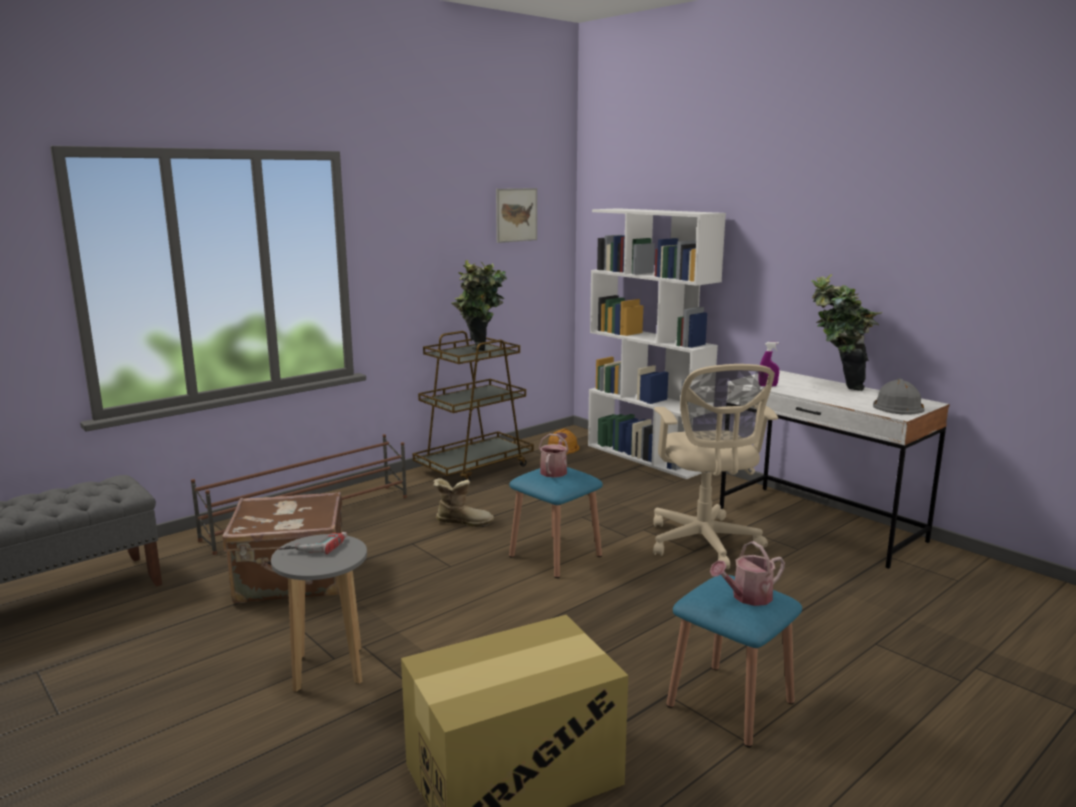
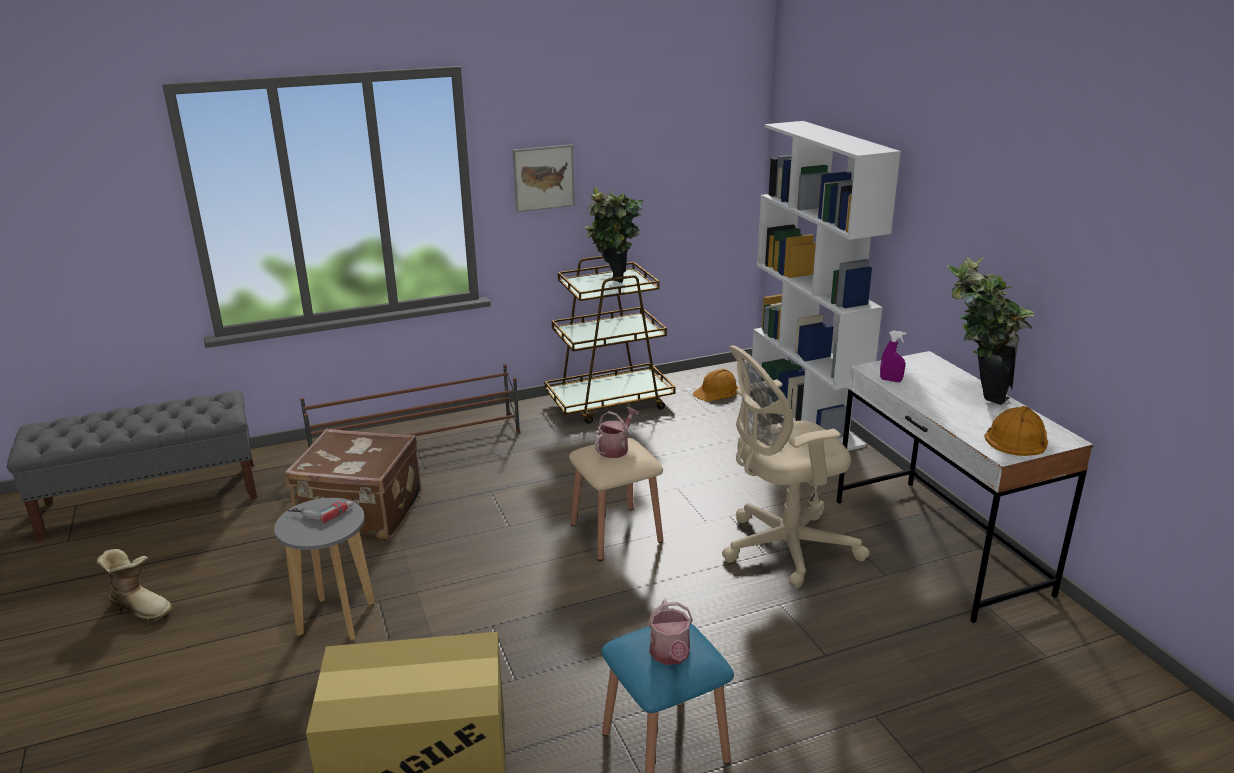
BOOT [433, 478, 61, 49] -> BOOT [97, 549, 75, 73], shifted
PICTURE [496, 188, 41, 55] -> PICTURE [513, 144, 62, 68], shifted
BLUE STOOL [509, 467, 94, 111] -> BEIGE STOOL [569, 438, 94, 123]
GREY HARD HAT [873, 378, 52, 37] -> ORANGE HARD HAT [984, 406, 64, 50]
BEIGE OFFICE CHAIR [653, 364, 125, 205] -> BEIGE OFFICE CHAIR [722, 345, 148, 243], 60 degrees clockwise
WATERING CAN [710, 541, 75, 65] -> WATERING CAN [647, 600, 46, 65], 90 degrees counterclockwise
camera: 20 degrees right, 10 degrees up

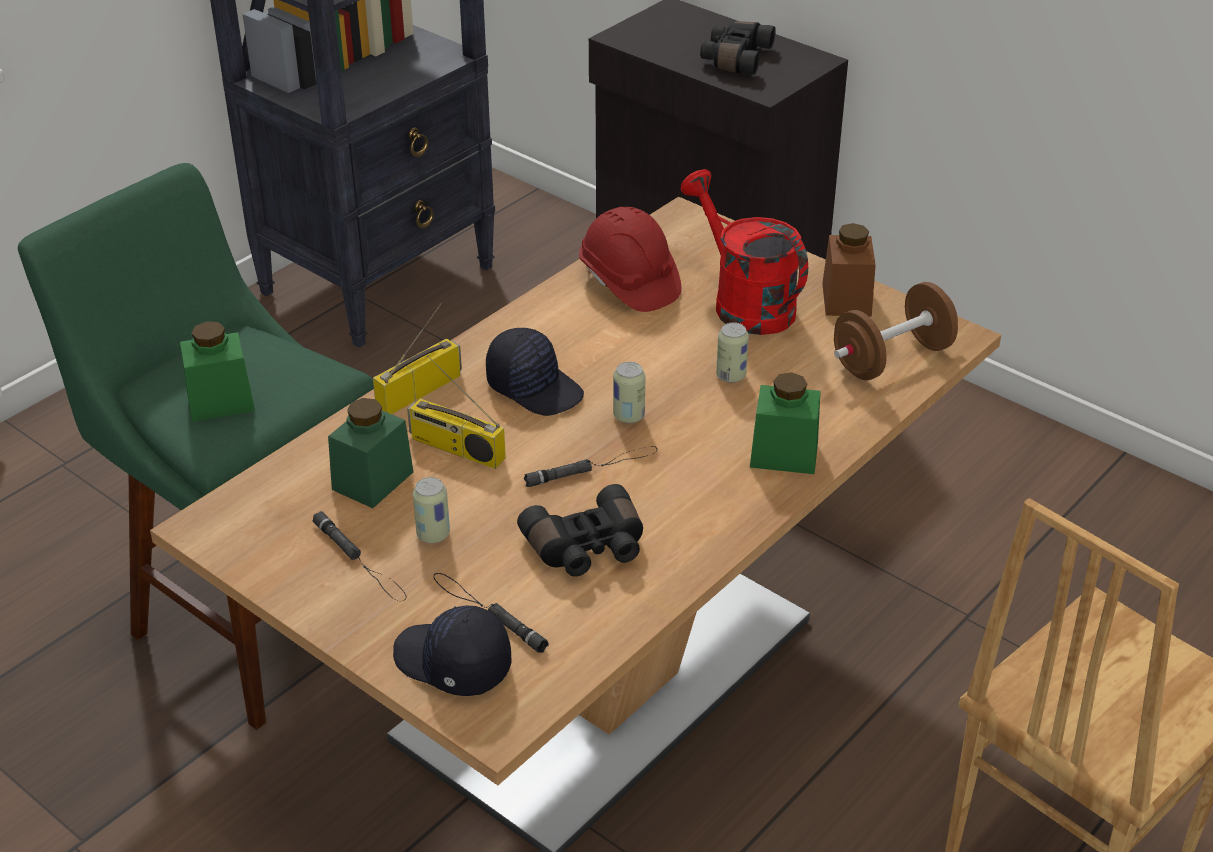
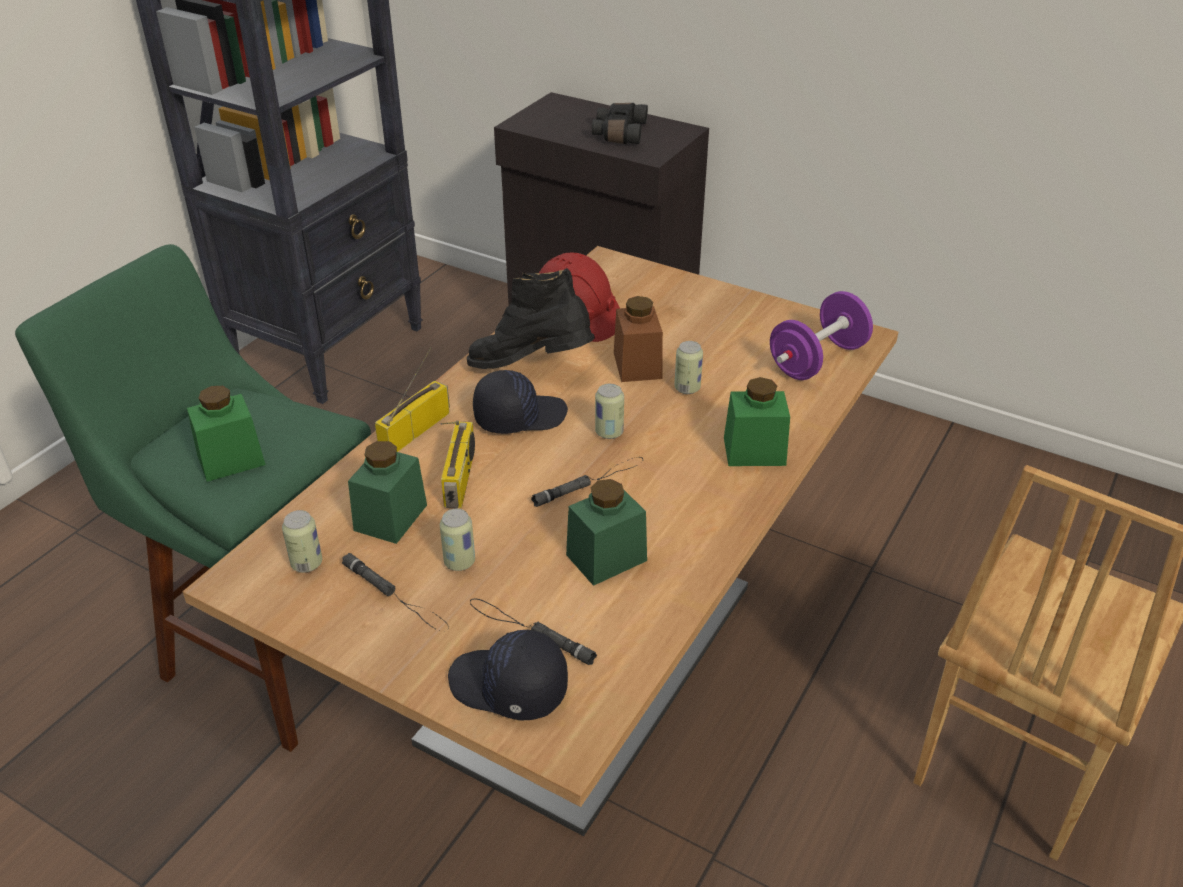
RED WATERING CAN [680, 169, 128, 166] -> none
none -> CAN [282, 510, 40, 63]
none -> BLACK BOOT [467, 268, 128, 101]
BROWN JAR [822, 223, 54, 94] -> BROWN JAR [614, 296, 49, 86], shifted
BLACK BINOCULARS [517, 484, 126, 93] -> GREEN JAR [566, 479, 81, 107]
BROWN DUMBBELL [834, 282, 124, 98] -> PURPLE DUMBBELL [770, 291, 103, 89]
RADIO [407, 356, 99, 113] -> RADIO [441, 421, 34, 87], 105 degrees counterclockwise
BLACK CAP [486, 328, 98, 88] -> BLACK CAP [473, 370, 95, 64], 45 degrees counterclockwise
camera: 10 degrees left, 0 degrees up

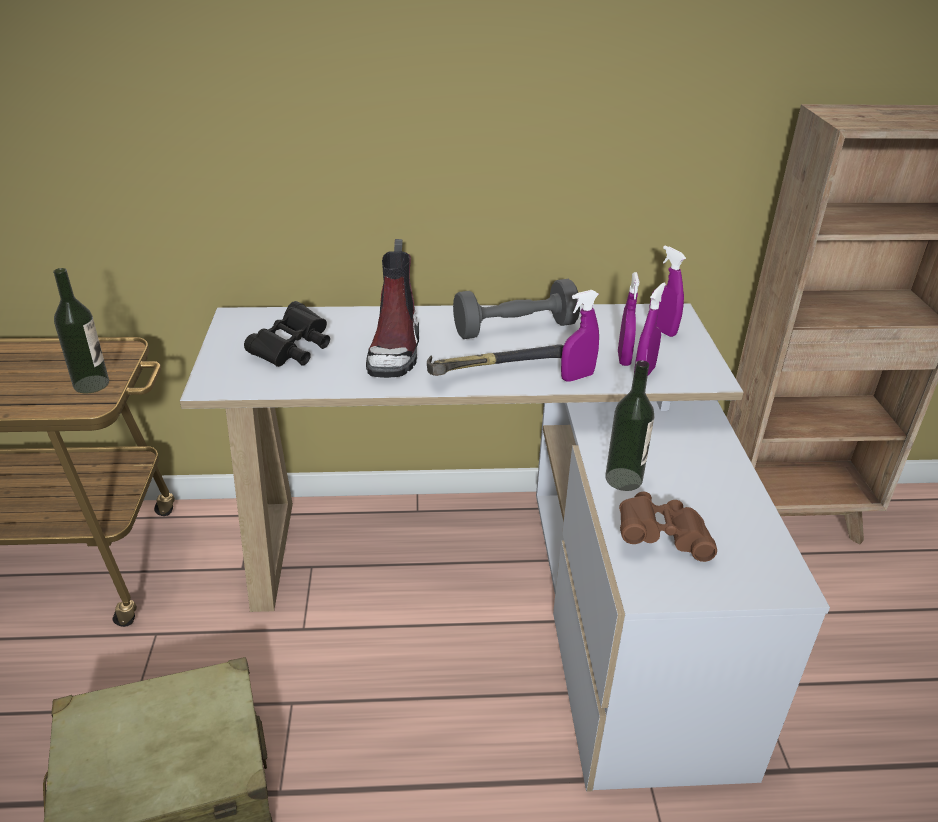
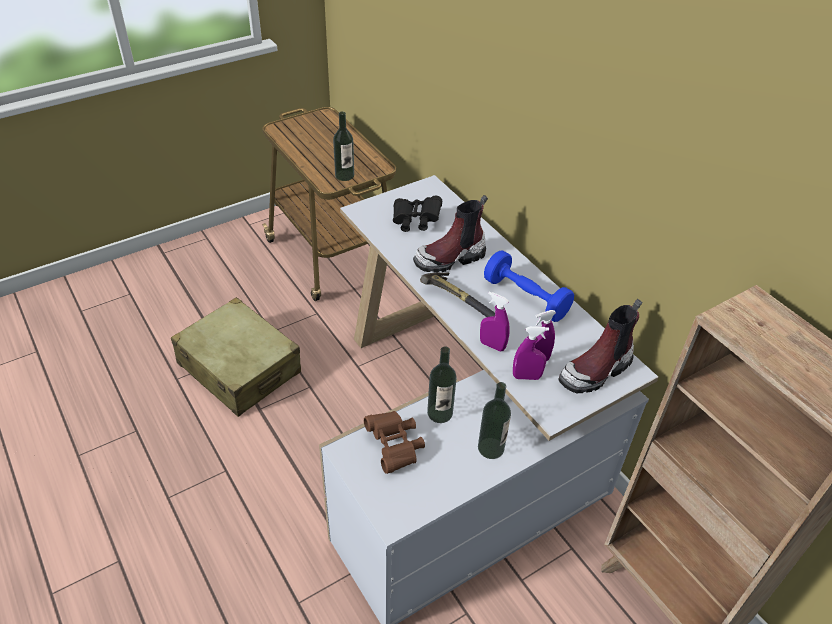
none -> BOTTLE [478, 382, 33, 77]
PURPLE SPRAY BOTTLE [649, 245, 37, 92] -> BOOT [558, 299, 84, 94]
GREY DUMBBELL [453, 279, 127, 60] -> BLUE DUMBBELL [484, 251, 90, 71]
camera: 60 degrees right, 10 degrees up

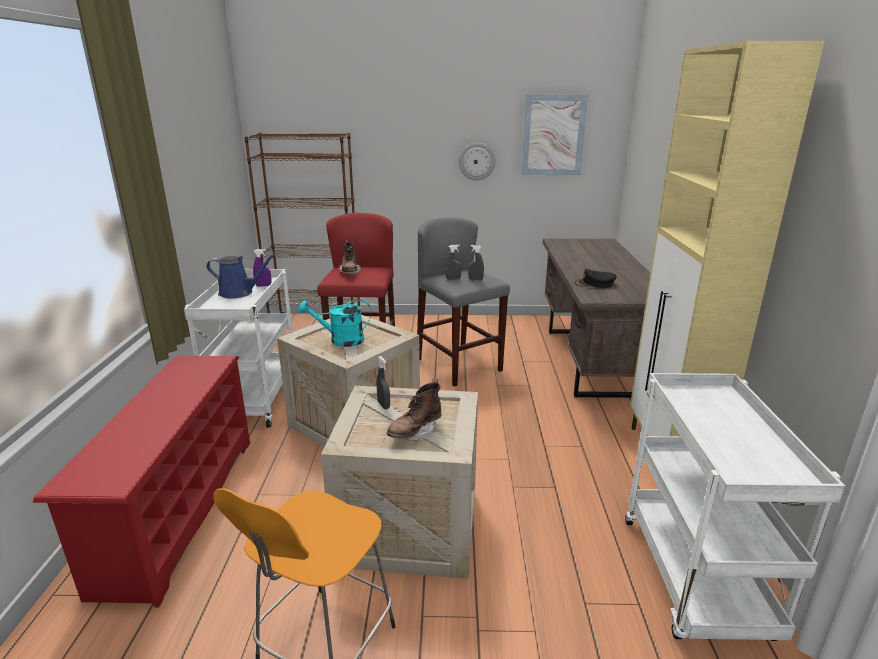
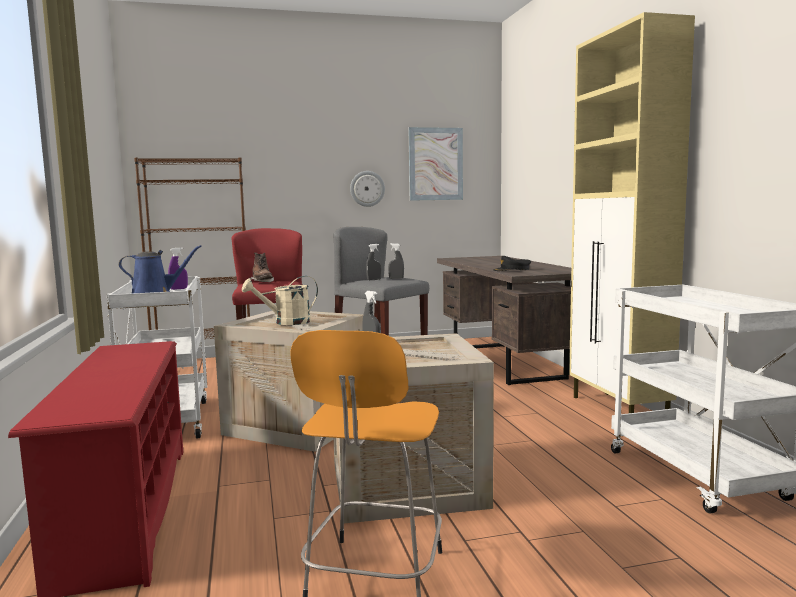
BROWN BOOT [387, 379, 55, 62] -> none
TURQUOISE WATERING CAN [298, 299, 73, 48] -> BEIGE WATERING CAN [242, 276, 76, 49]
camera: 15 degrees left, 15 degrees down

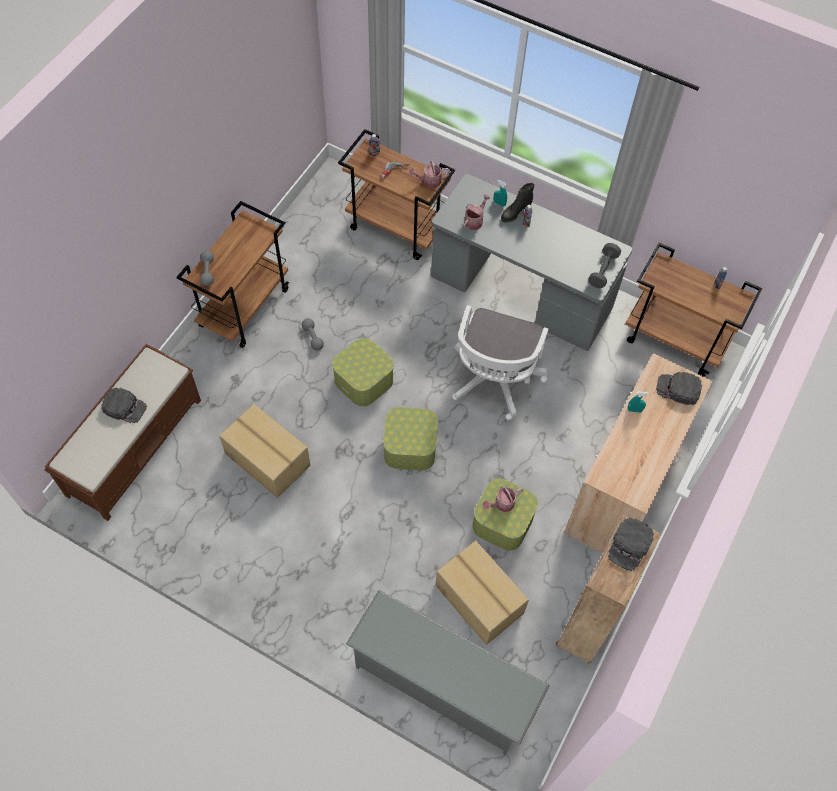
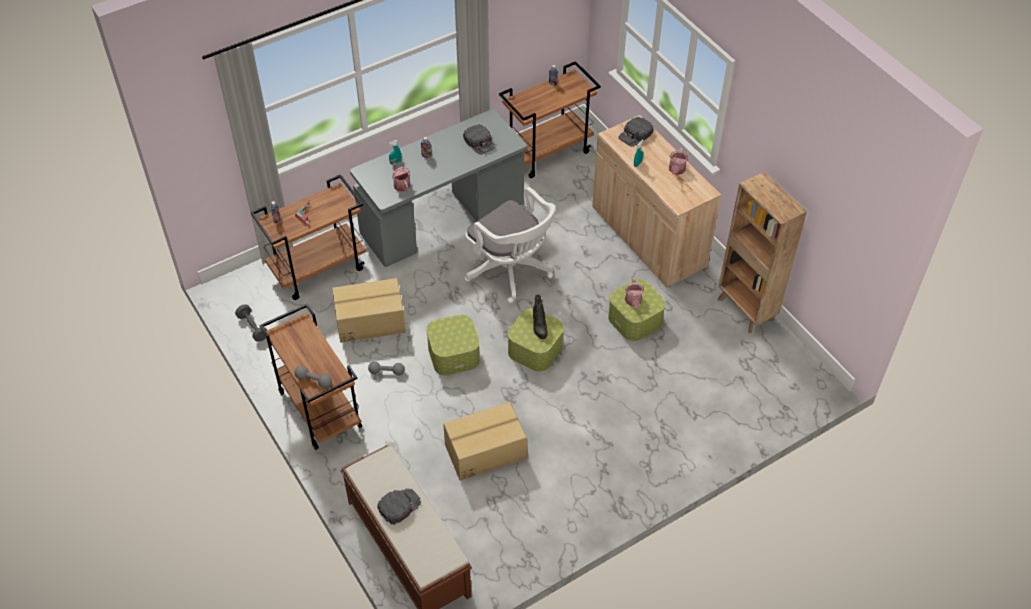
GREY SHOE RACK [346, 590, 204, 165] -> none
WATERING CAN [409, 160, 41, 28] -> WATERING CAN [669, 148, 19, 27], shifted
CARDBOARD BOX [435, 540, 94, 105] -> CARDBOARD BOX [332, 278, 74, 65], shifted
BLACK BOOT [501, 183, 34, 40] -> BLACK BOOT [533, 294, 15, 45], shifted
GREY DUMBBELL [588, 243, 33, 45] -> GREY DUMBBELL [235, 304, 32, 38], shifted
BLACK CAP [608, 518, 46, 53] -> BLACK CAP [463, 124, 33, 31], shifted
camera: 60 degrees left, 10 degrees down

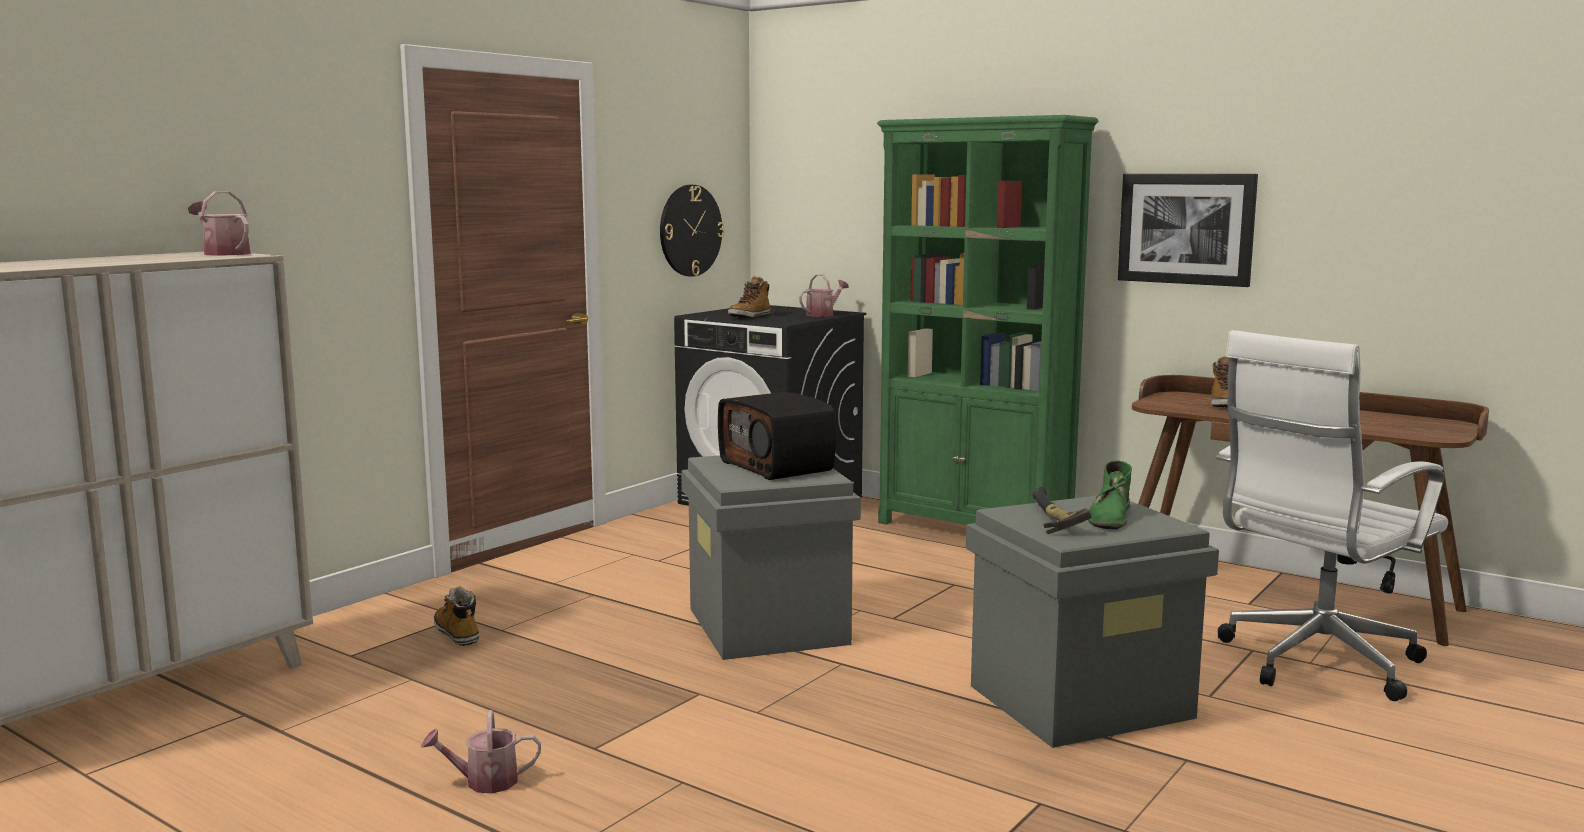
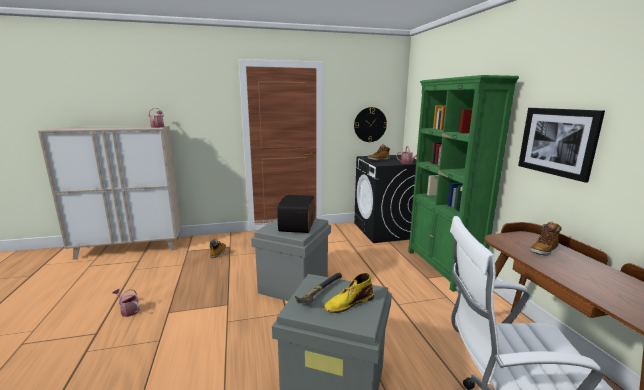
GREEN BOOT [1088, 460, 44, 69] -> YELLOW BOOT [324, 273, 50, 40]
camera: 40 degrees right, 5 degrees up

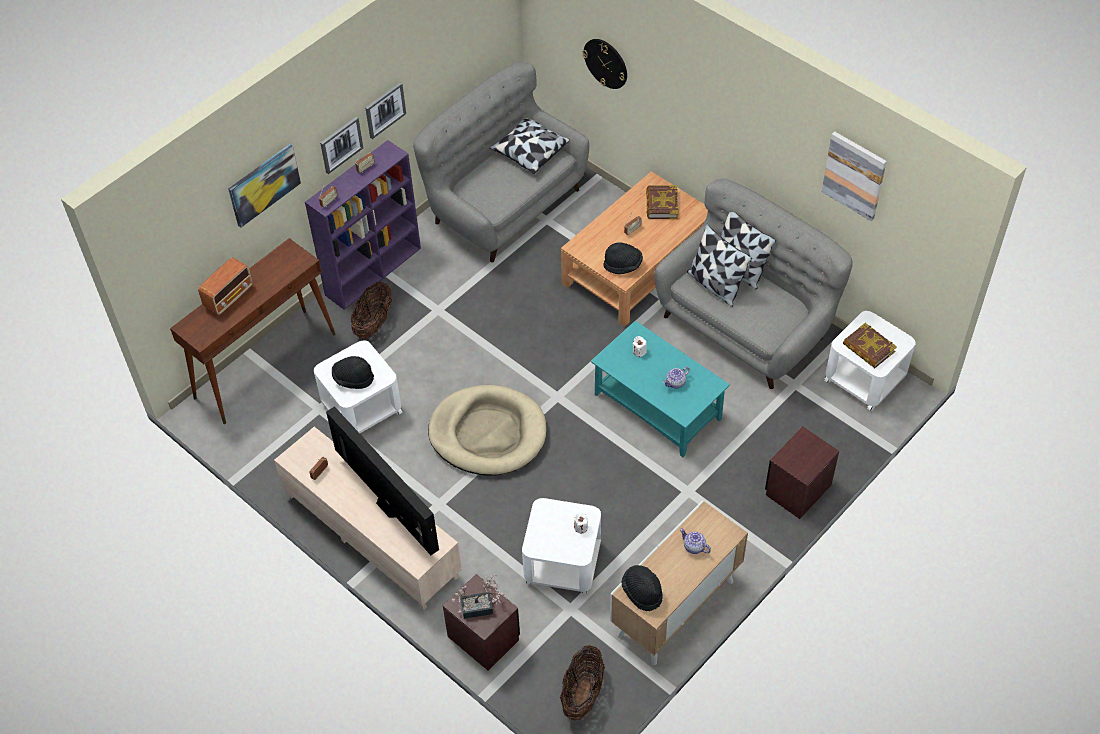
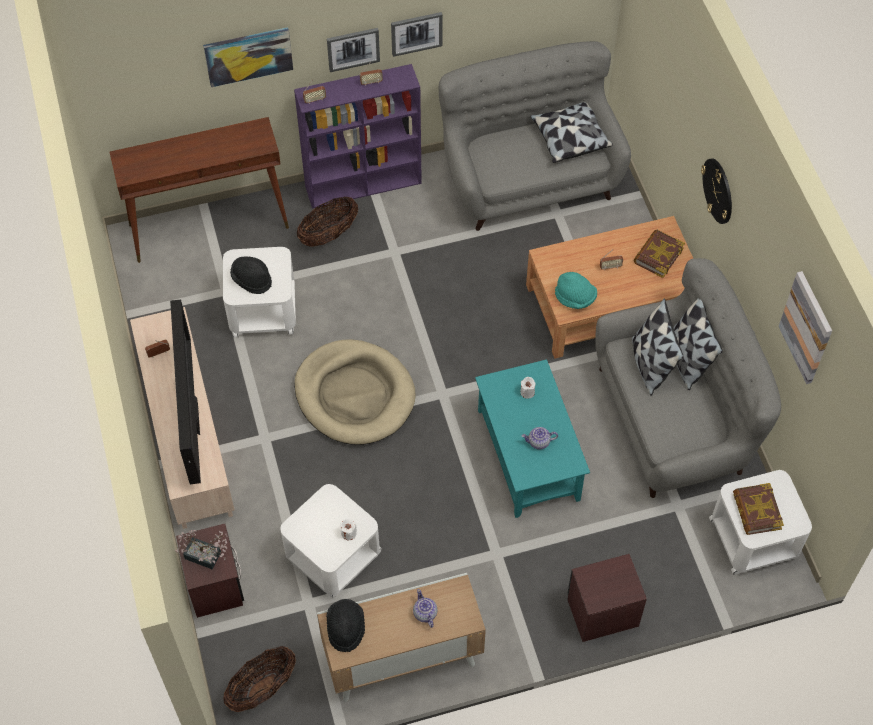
RADIO [198, 258, 55, 57] -> none
WALL CLOCK [583, 39, 44, 50] -> WALL CLOCK [701, 158, 31, 66], shifted
BLACK HAT [604, 243, 39, 31] -> TURQUOISE HAT [555, 272, 42, 37]
camera: 30 degrees right, 5 degrees up

